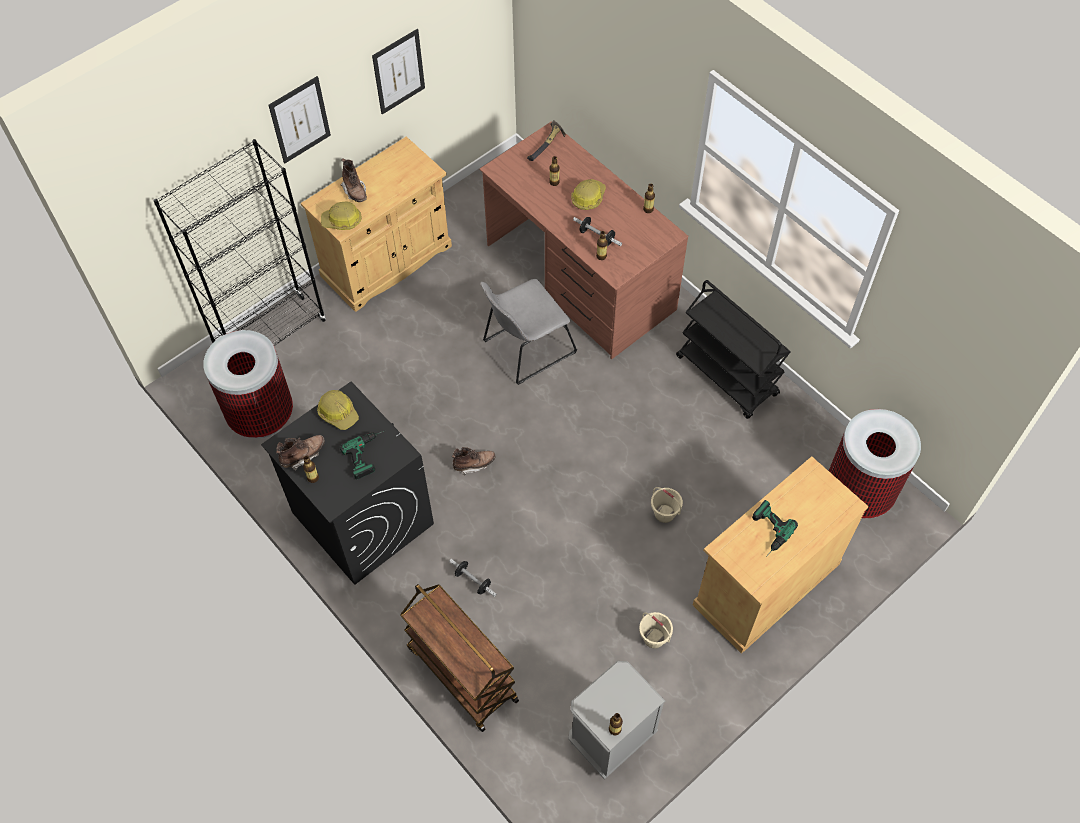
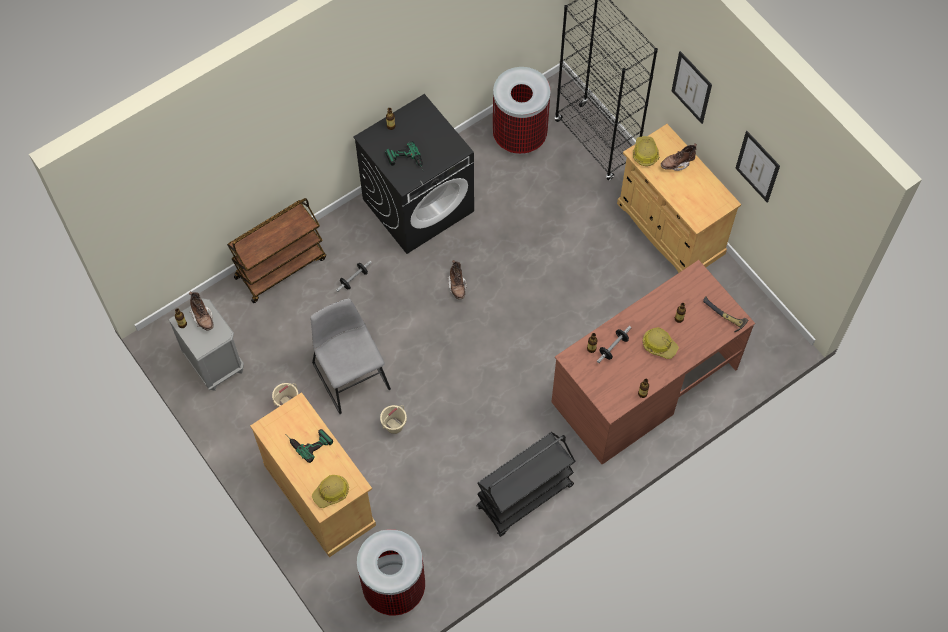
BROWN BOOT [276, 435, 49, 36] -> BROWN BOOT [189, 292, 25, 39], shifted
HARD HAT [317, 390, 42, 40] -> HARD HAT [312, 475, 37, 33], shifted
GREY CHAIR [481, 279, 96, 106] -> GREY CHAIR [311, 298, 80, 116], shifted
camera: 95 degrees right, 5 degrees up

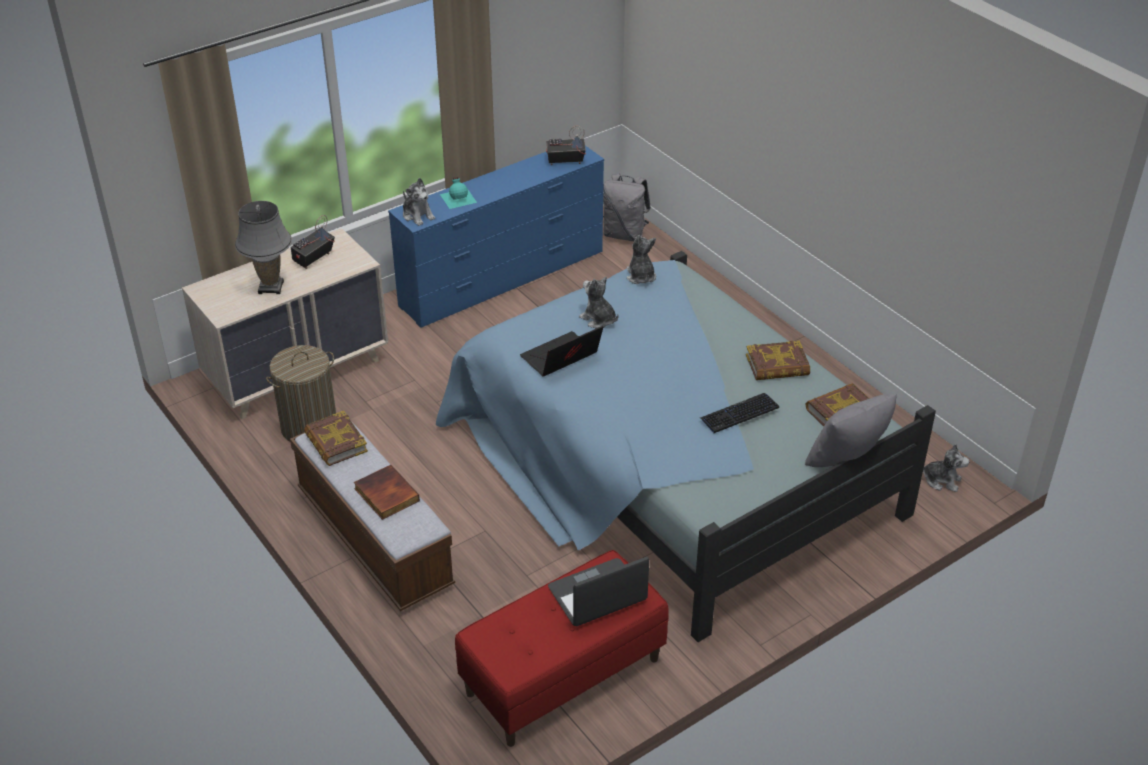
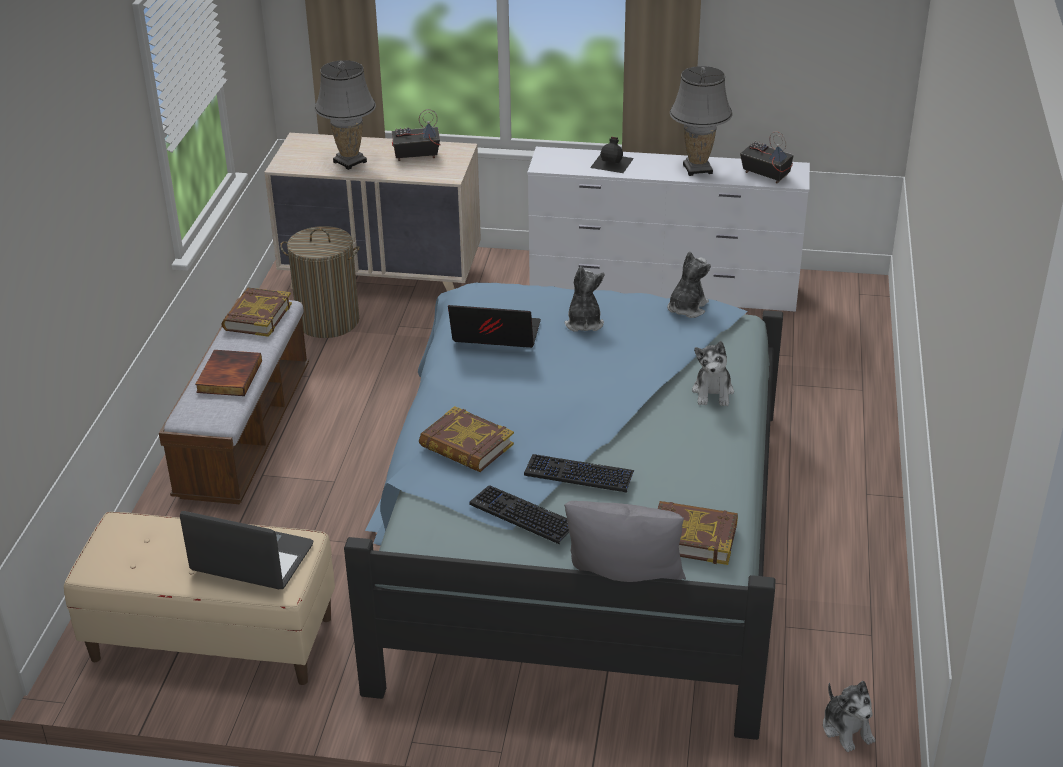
GREY BACKPACK [603, 173, 48, 68] -> none
none -> KEYBOARD [469, 485, 100, 60]
none -> GREY TABLE LAMP [670, 66, 62, 110]
PLUSH TOY [403, 178, 32, 48] -> PLUSH TOY [692, 341, 42, 65], shifted
BOOK [746, 341, 64, 39] -> BOOK [419, 406, 95, 66], shifted
BLUE DRESSER [388, 146, 216, 182] -> WHITE DRESSER [527, 147, 283, 165]
TURQUOISE BOTTLE [440, 177, 37, 32] -> BLACK BOTTLE [590, 137, 44, 36]
RED BENCH [455, 550, 214, 197] -> BEIGE BENCH [64, 512, 271, 173]
camera: 45 degrees right, 5 degrees down

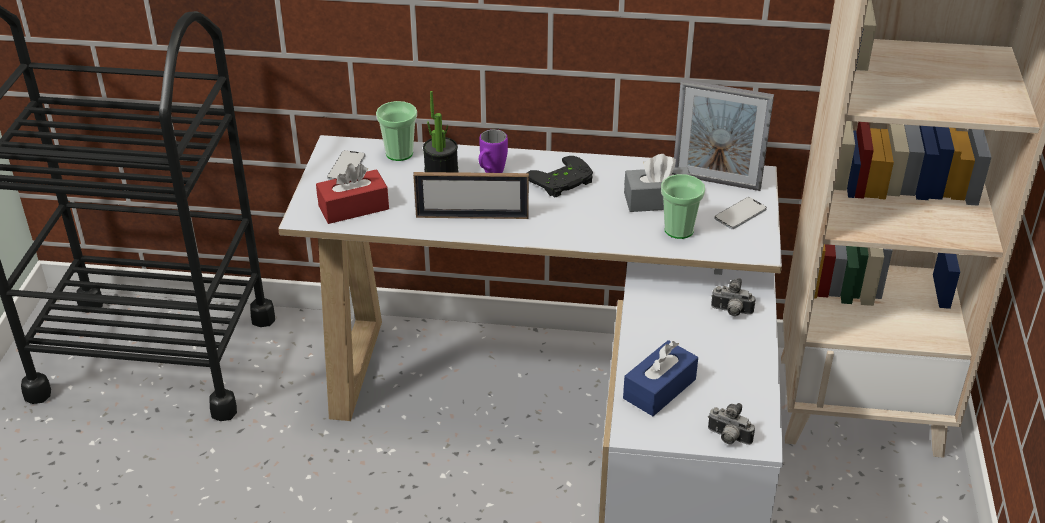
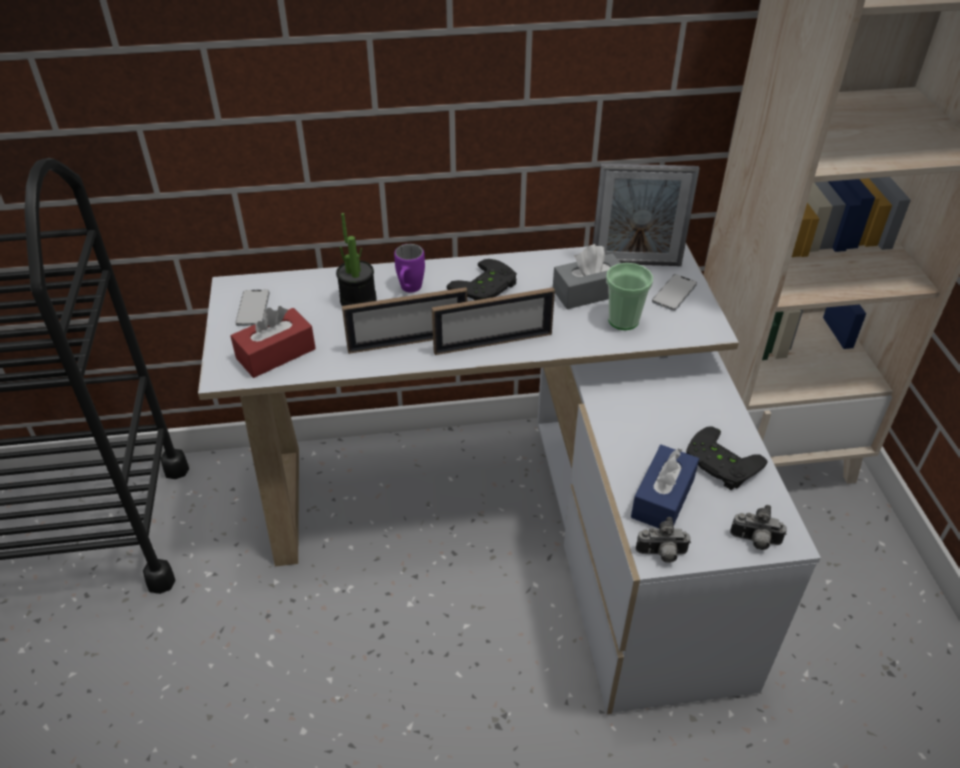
CUP [376, 101, 41, 60] -> none
none -> PICTURE FRAME [432, 288, 123, 67]
none -> BLACK GAME CONTROLLER [686, 426, 82, 64]
PHOTO CAMERA [711, 278, 44, 38] -> PHOTO CAMERA [636, 517, 55, 46], shifted
camera: 15 degrees left, 5 degrees up

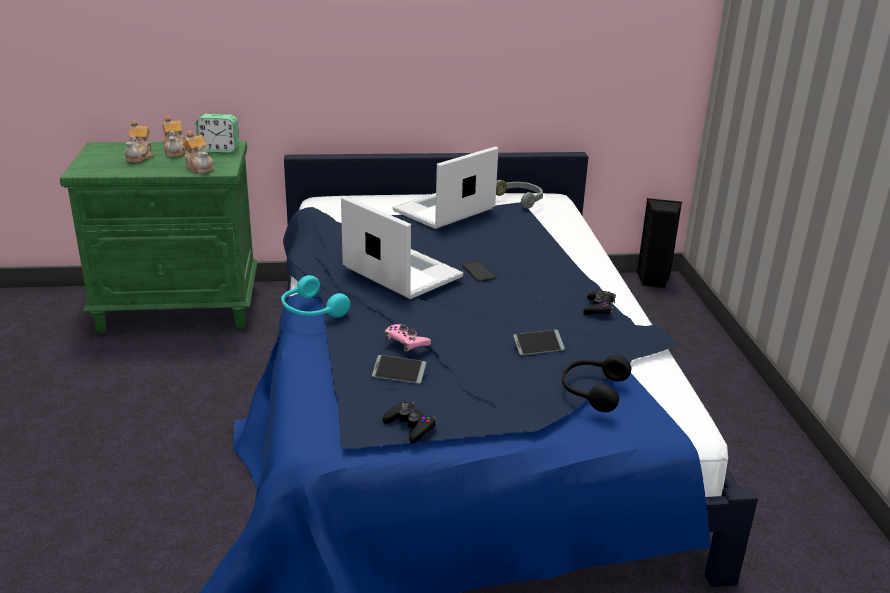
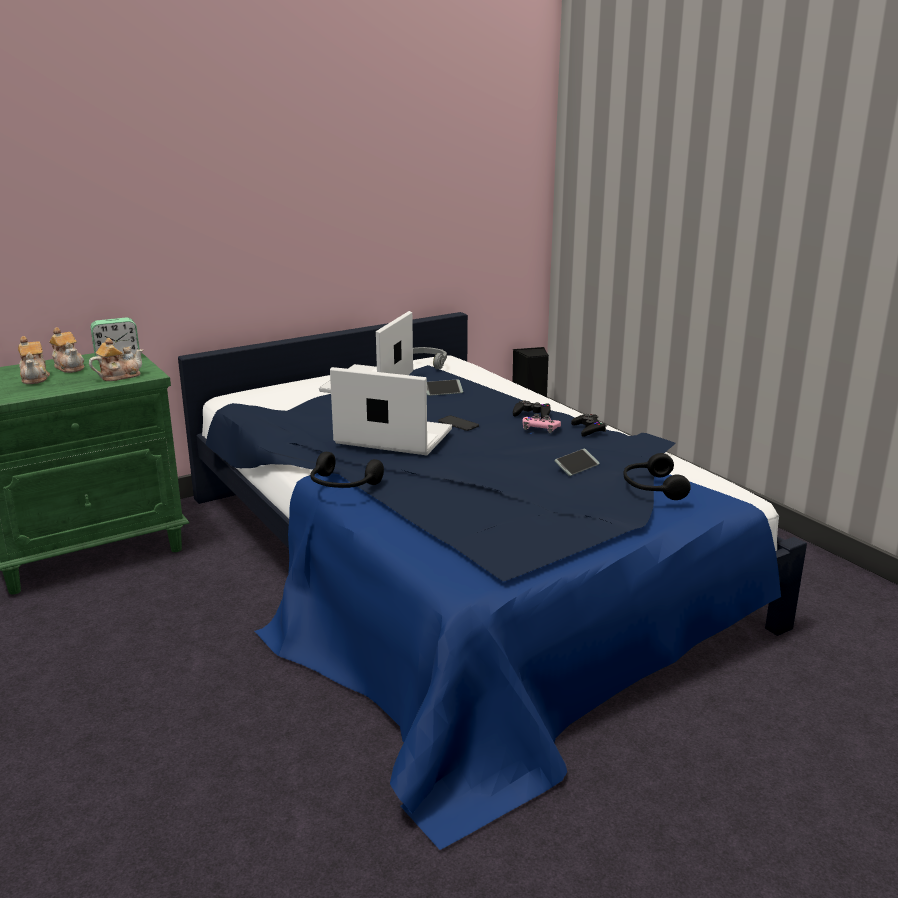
PHONE [372, 355, 54, 29] -> PHONE [427, 380, 36, 16], shifted
BLACK GAME CONTROLLER [383, 402, 53, 41] -> BLACK GAME CONTROLLER [513, 400, 38, 20], shifted
PINK GAME CONTROLLER [384, 324, 47, 28] -> PINK GAME CONTROLLER [522, 414, 39, 19], shifted
TURQUOISE HEADPHONES [281, 275, 69, 43] -> BLACK HEADPHONES [310, 452, 74, 36]
TEAPOT [183, 131, 30, 43] -> TEAPOT [89, 338, 54, 43], 60 degrees counterclockwise
camera: 25 degrees left, 5 degrees down

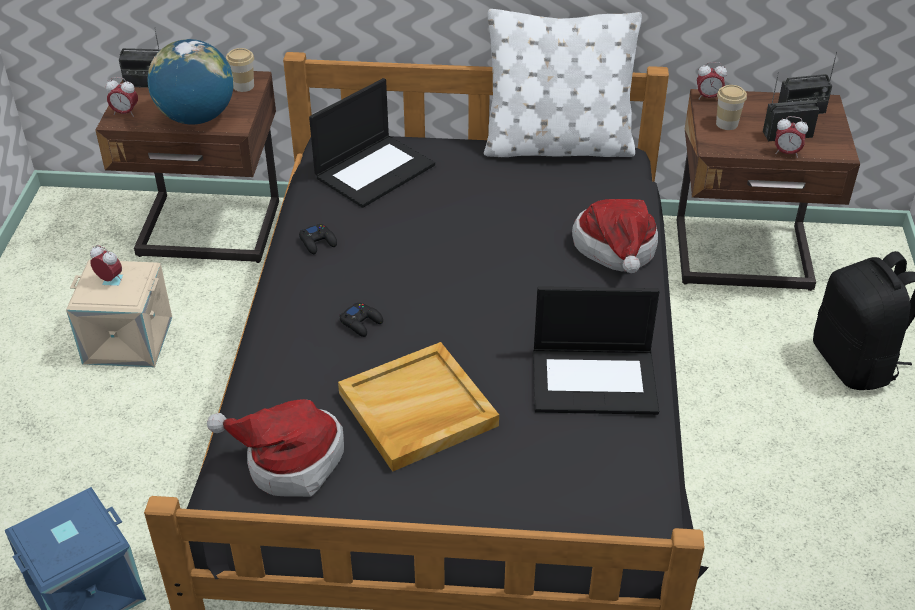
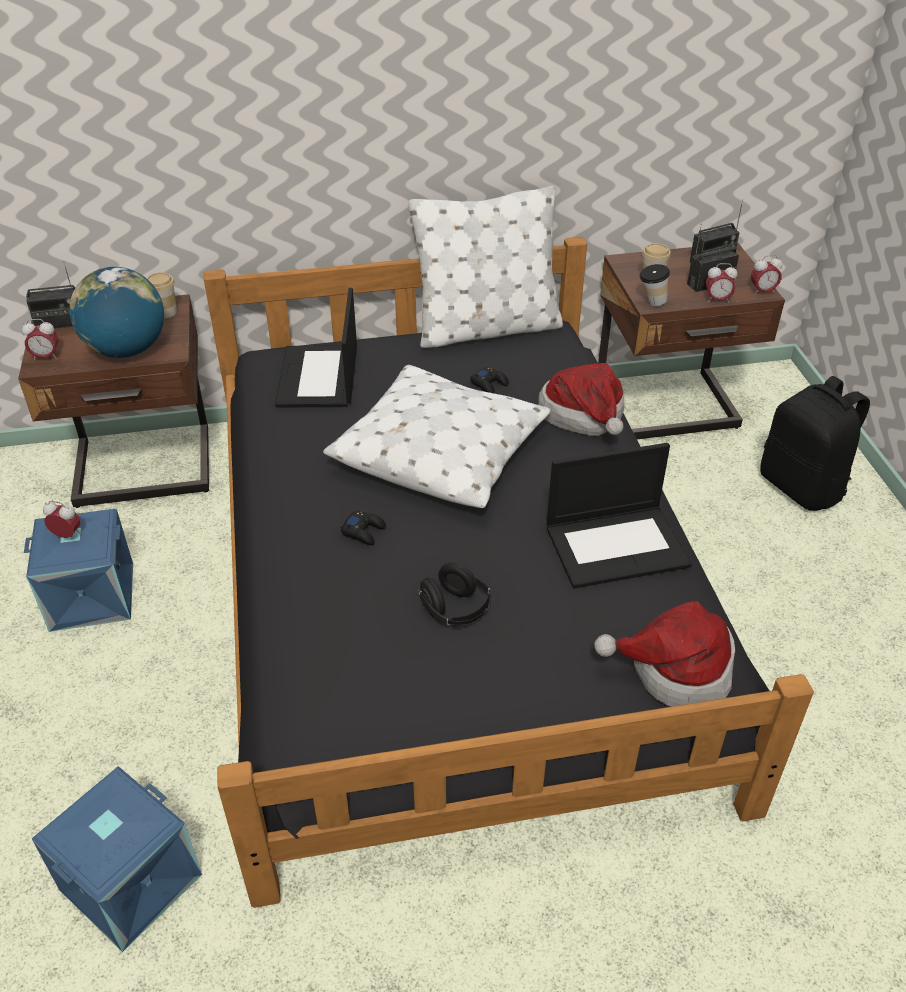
none -> WHITE PILLOW [323, 365, 228, 143]
none -> CUP [640, 264, 30, 42]
HAT [207, 399, 137, 98] -> HAT [594, 602, 141, 104], shifted
BLACK GAME CONTROLLER [299, 223, 38, 31] -> BLACK GAME CONTROLLER [470, 367, 39, 26], shifted
ALARM CLOCK [697, 62, 30, 37] -> ALARM CLOCK [751, 255, 32, 40], shifted
BEIGE TRAY [338, 342, 161, 130] -> BLACK HEADPHONES [418, 562, 73, 65]
BEIGE STORAGE BOX [66, 260, 106, 107] -> BLUE STORAGE BOX [24, 509, 109, 123]
LAPTOP [309, 78, 126, 130] -> LAPTOP [275, 288, 82, 120], 150 degrees clockwise
camera: 15 degrees left, 0 degrees up

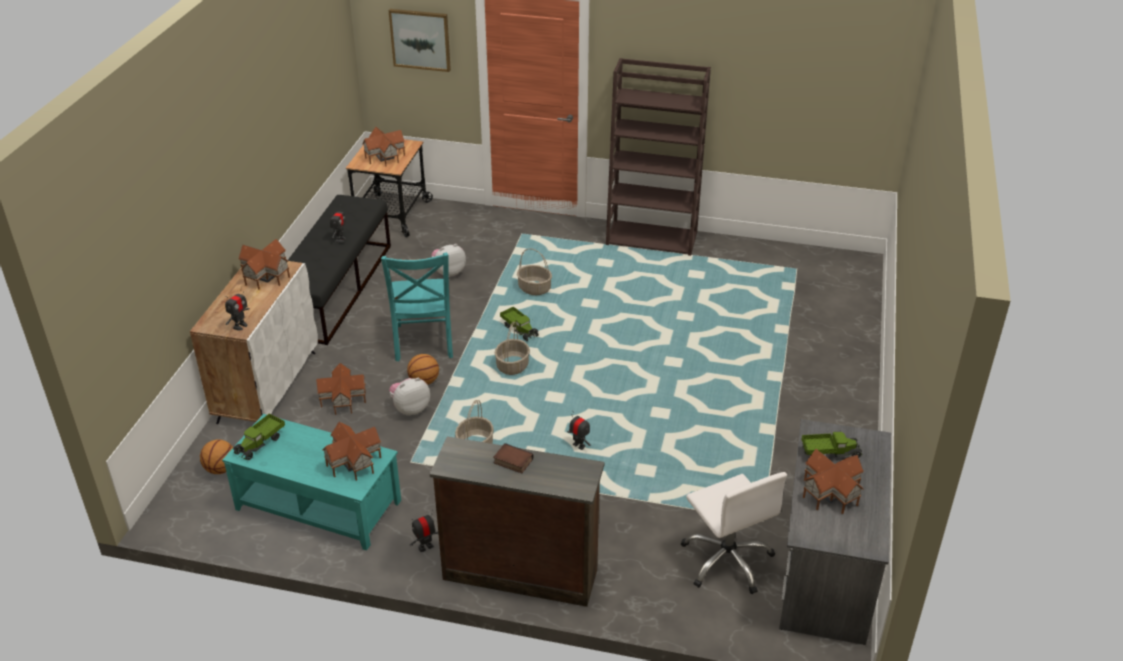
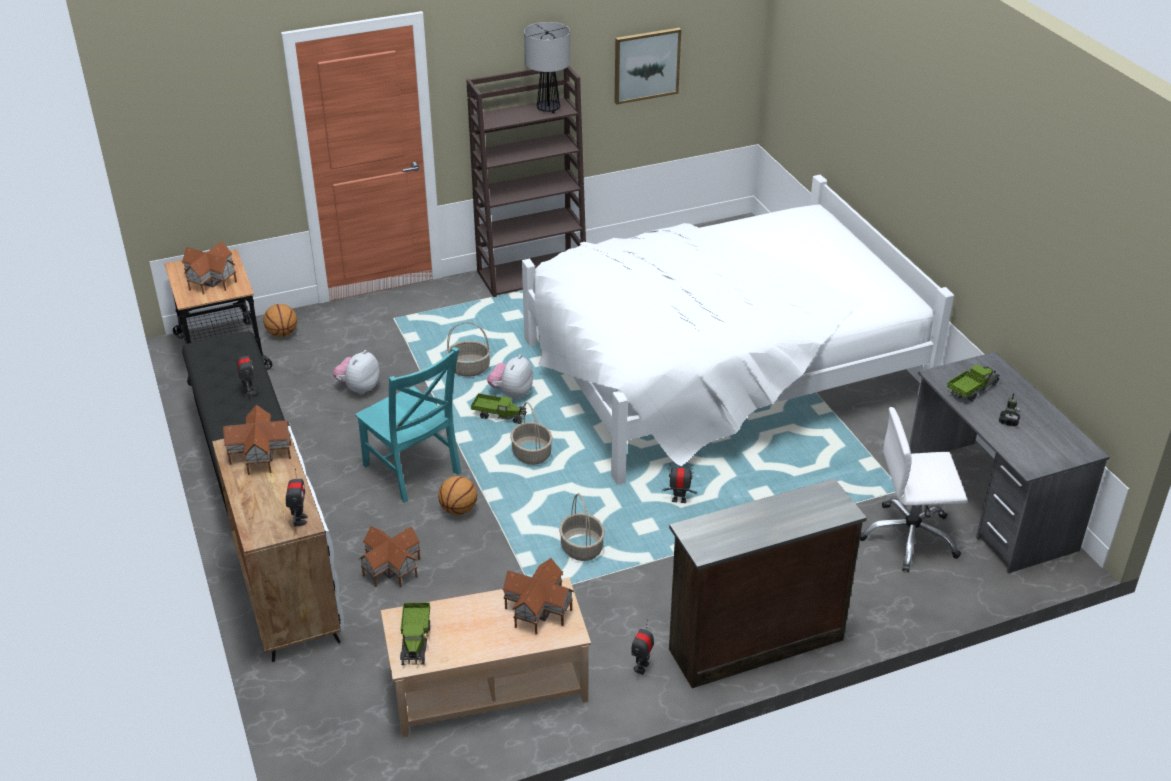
BOOK [493, 443, 40, 30] -> none
none -> WHITE BED [522, 174, 432, 311]
none -> TABLE LAMP [524, 22, 46, 91]
BASKETBALL [200, 439, 33, 35] -> BASKETBALL [263, 304, 34, 33], shifted
PICTURE [389, 9, 62, 63] -> PICTURE [615, 28, 66, 77], shifted
PLUSH TOY [389, 378, 41, 38] -> PLUSH TOY [487, 354, 46, 45], shifted
TOY HOUSE [803, 449, 61, 65] -> TOY ROBOT [999, 393, 21, 33]
TURQUOISE COFFEE TABLE [222, 414, 179, 137] -> BEIGE COFFEE TABLE [381, 578, 210, 160]
WHITE OFFICE CHAIR [681, 472, 106, 122] -> WHITE OFFICE CHAIR [860, 407, 107, 165], 150 degrees clockwise
camera: 35 degrees left, 0 degrees up

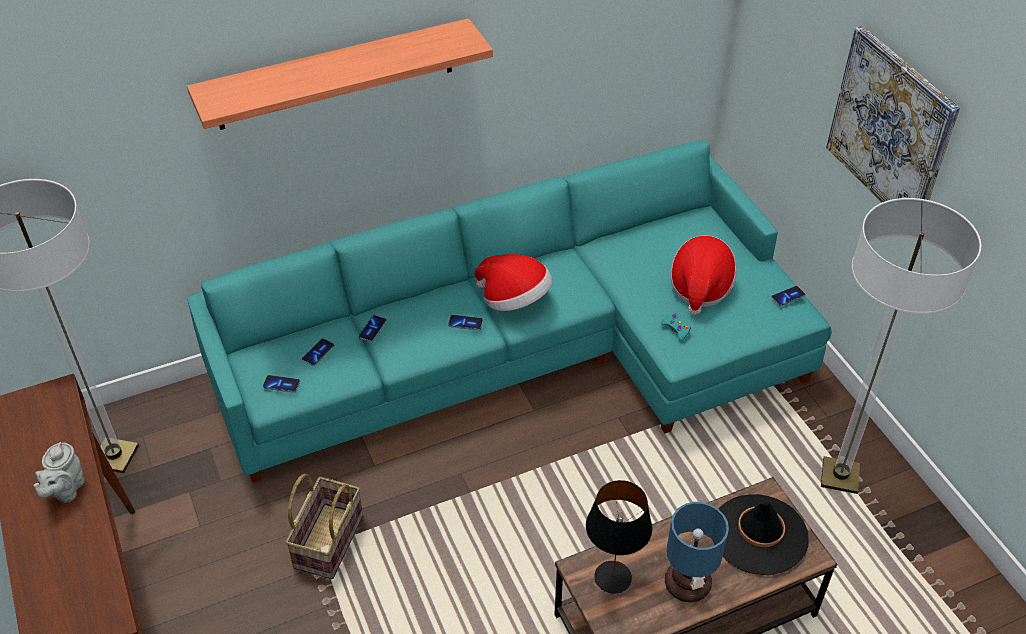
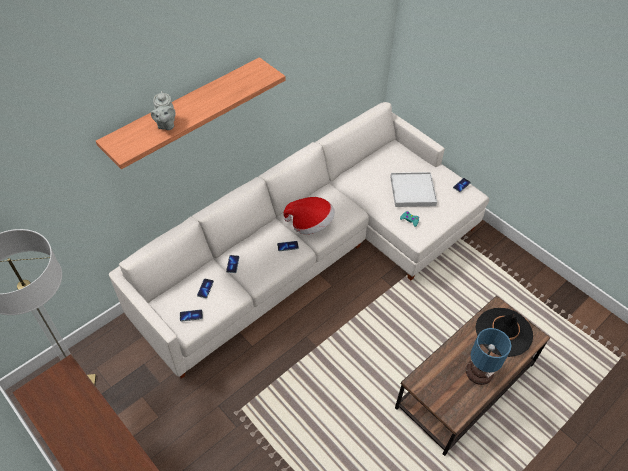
BASKET [285, 474, 78, 105] -> none
BLACK TABLE LAMP [586, 480, 66, 114] -> none
FLOOR LAMP [821, 198, 160, 296] -> none
PICTURE [826, 26, 134, 176] -> none
GREY TEAPOT [33, 442, 52, 61] -> GREY TEAPOT [151, 91, 25, 39], shifted
HAT [670, 235, 67, 80] -> WHITE TRAY [390, 172, 47, 35]
TURQUOISE SOFA [188, 141, 644, 342] -> WHITE SOFA [109, 102, 380, 277]
camera: 20 degrees left, 5 degrees up

